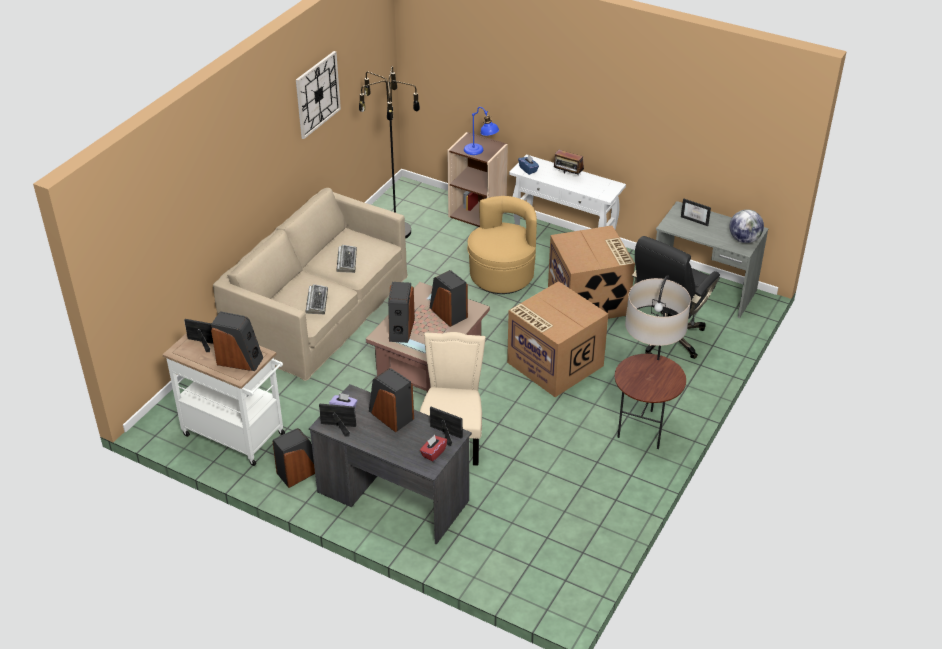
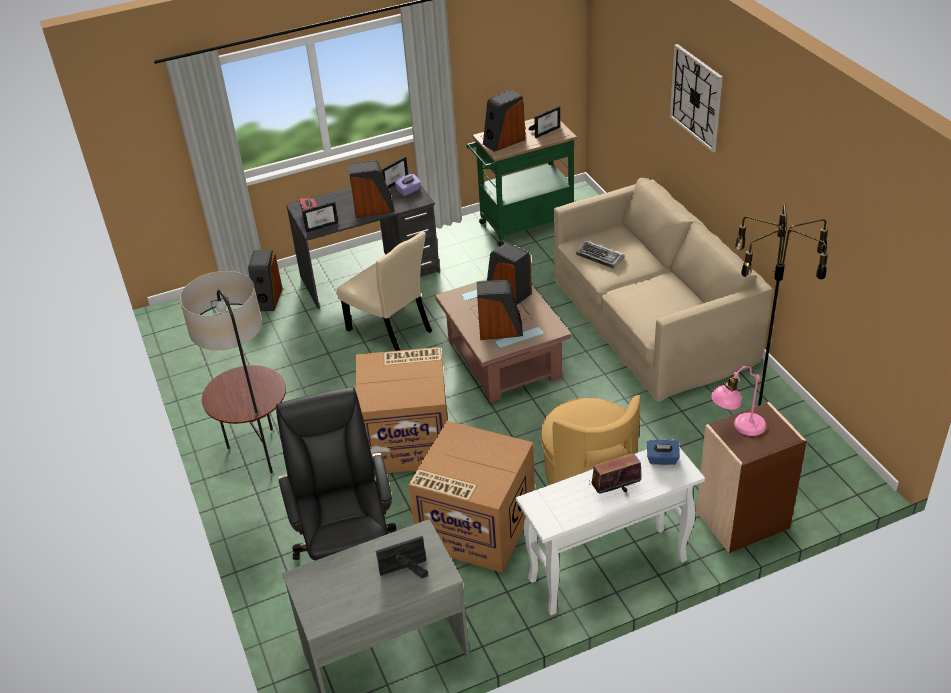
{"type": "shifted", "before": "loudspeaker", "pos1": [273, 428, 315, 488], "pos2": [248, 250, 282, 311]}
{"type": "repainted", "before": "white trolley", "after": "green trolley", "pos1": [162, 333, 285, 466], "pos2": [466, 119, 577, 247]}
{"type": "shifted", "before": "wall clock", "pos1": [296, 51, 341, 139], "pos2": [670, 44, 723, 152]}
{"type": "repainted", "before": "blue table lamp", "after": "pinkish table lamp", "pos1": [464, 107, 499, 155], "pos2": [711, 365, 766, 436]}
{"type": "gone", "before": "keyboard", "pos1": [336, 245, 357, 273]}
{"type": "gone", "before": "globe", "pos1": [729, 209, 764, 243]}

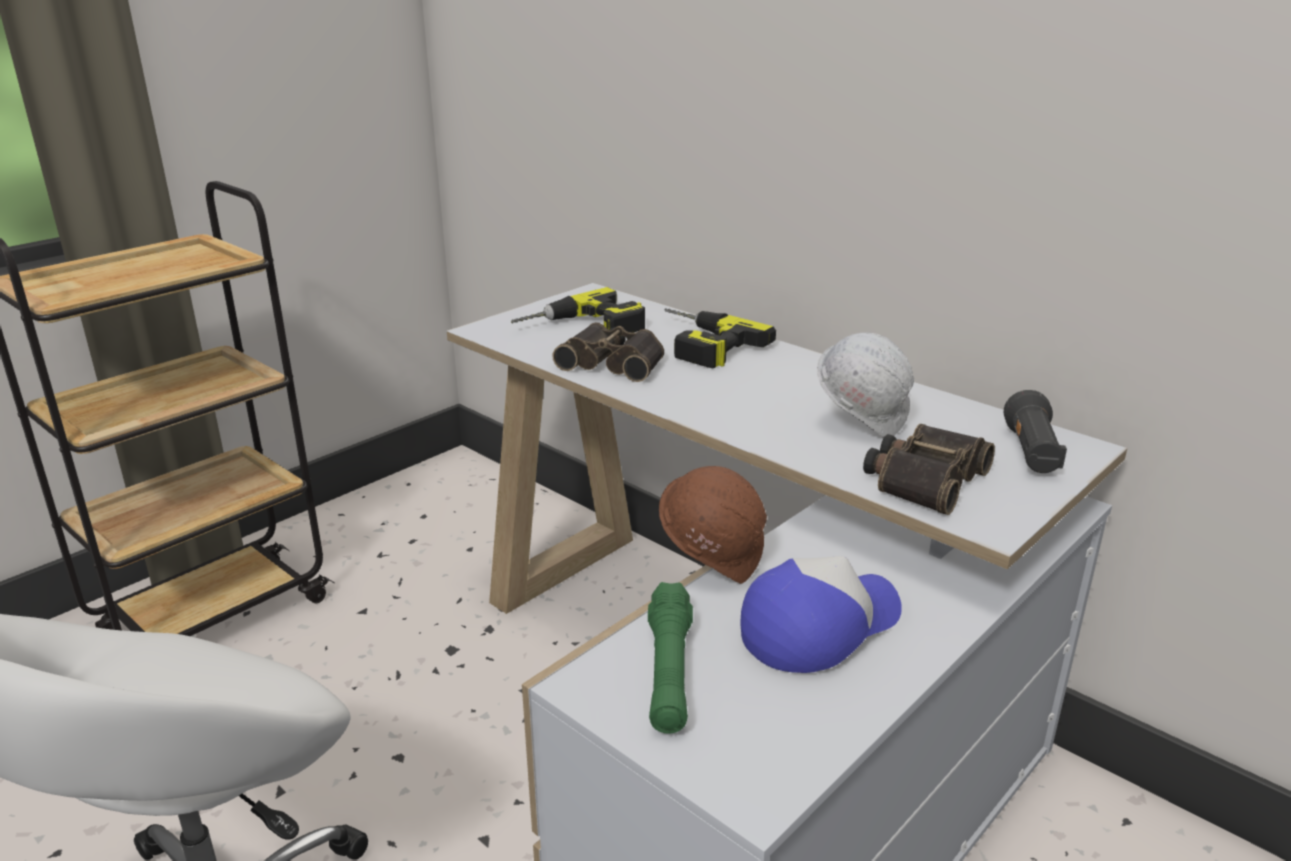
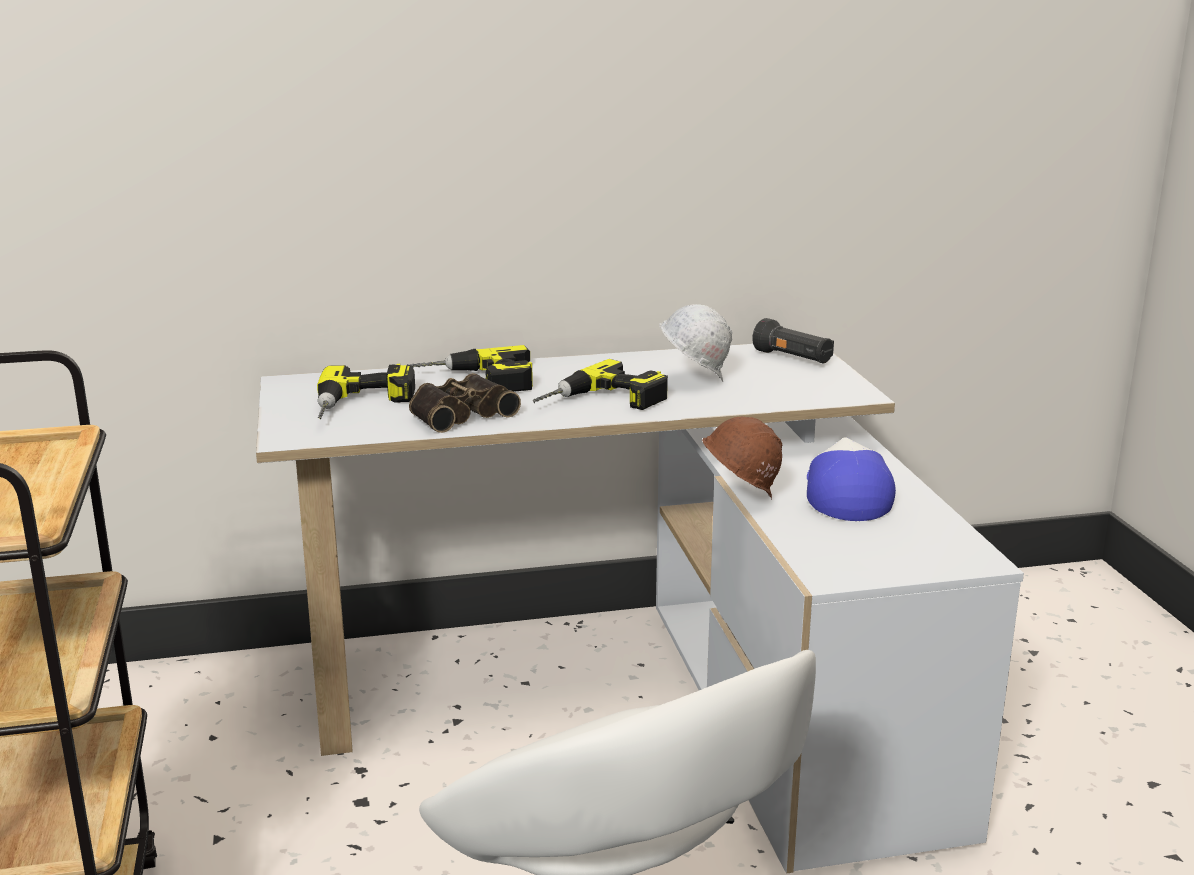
{"type": "new", "after": "drill", "pos2": [532, 359, 668, 410]}
{"type": "gone", "before": "green flashlight", "pos1": [648, 582, 693, 734]}
{"type": "gone", "before": "pair of binoculars", "pos1": [863, 424, 995, 515]}

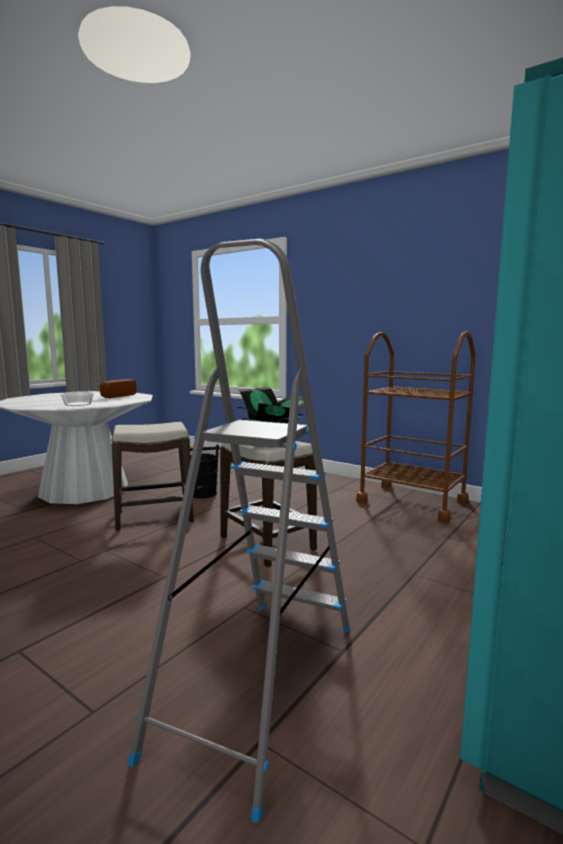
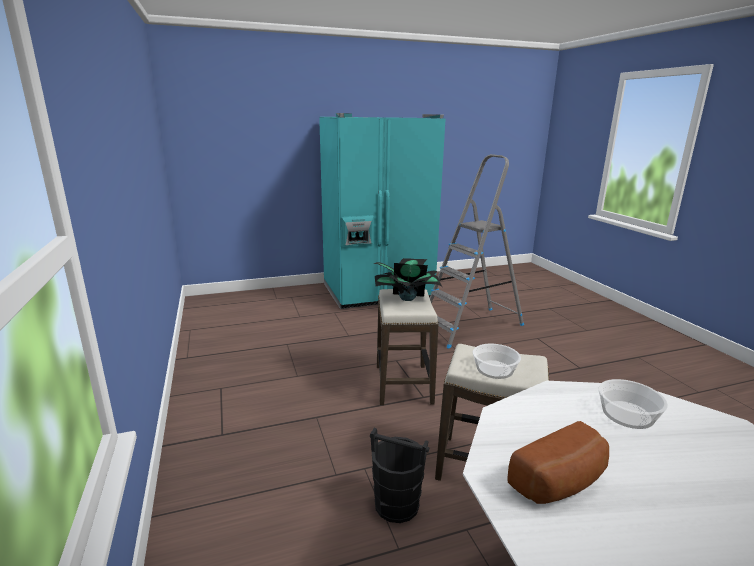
{"type": "new", "after": "bowl", "pos2": [473, 344, 521, 379]}
{"type": "gone", "before": "brown trolley", "pos1": [356, 331, 476, 523]}

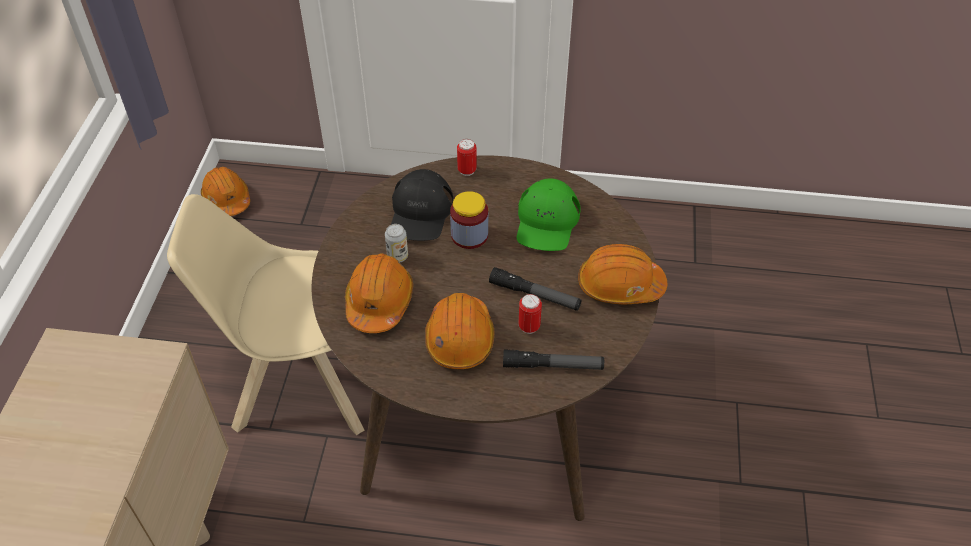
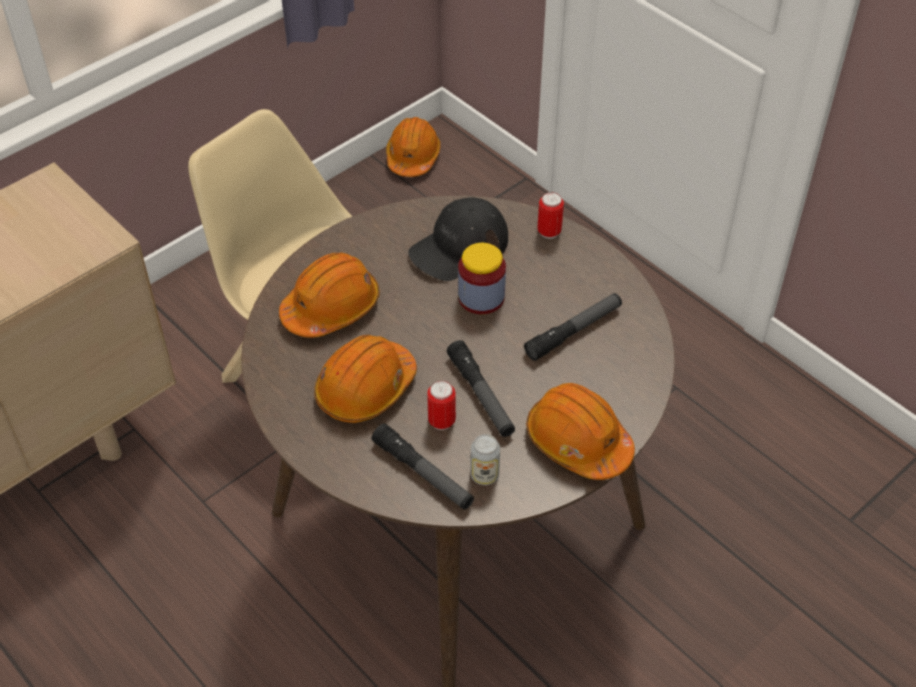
{"type": "shifted", "before": "metal can", "pos1": [385, 224, 408, 263], "pos2": [470, 434, 500, 485]}
{"type": "swapped", "before": "green cap", "after": "flashlight", "pos1": [517, 178, 581, 251], "pos2": [524, 293, 622, 361]}

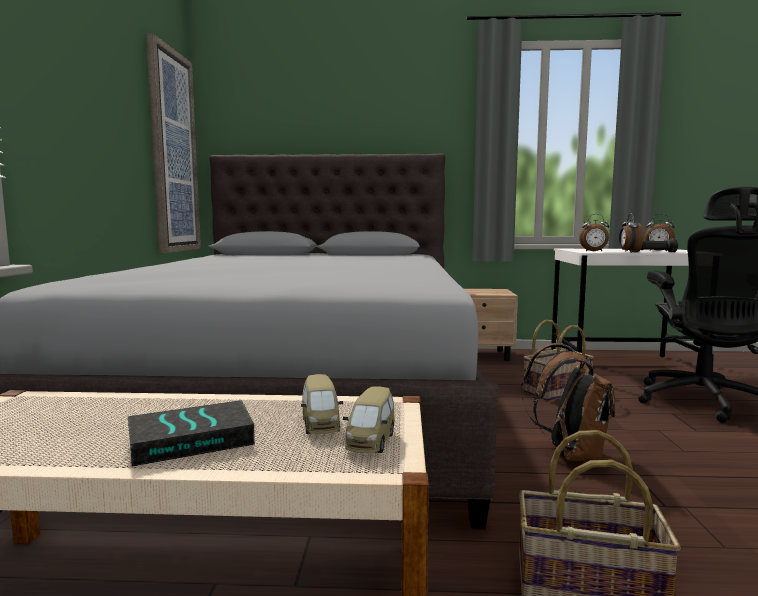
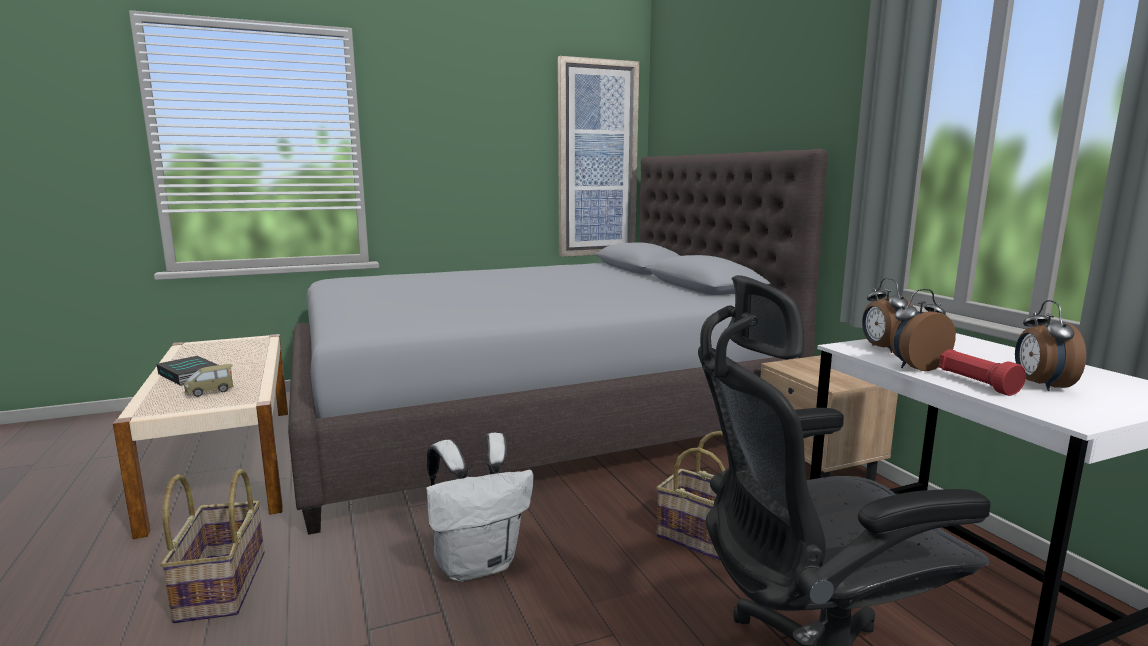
{"type": "repainted", "before": "brown knapsack", "after": "white knapsack", "pos1": [521, 343, 615, 462], "pos2": [426, 433, 533, 582]}
{"type": "repainted", "before": "black flashlight", "after": "red-coloured flashlight", "pos1": [641, 238, 678, 252], "pos2": [939, 349, 1026, 396]}
{"type": "gone", "before": "toy car", "pos1": [343, 386, 394, 453]}

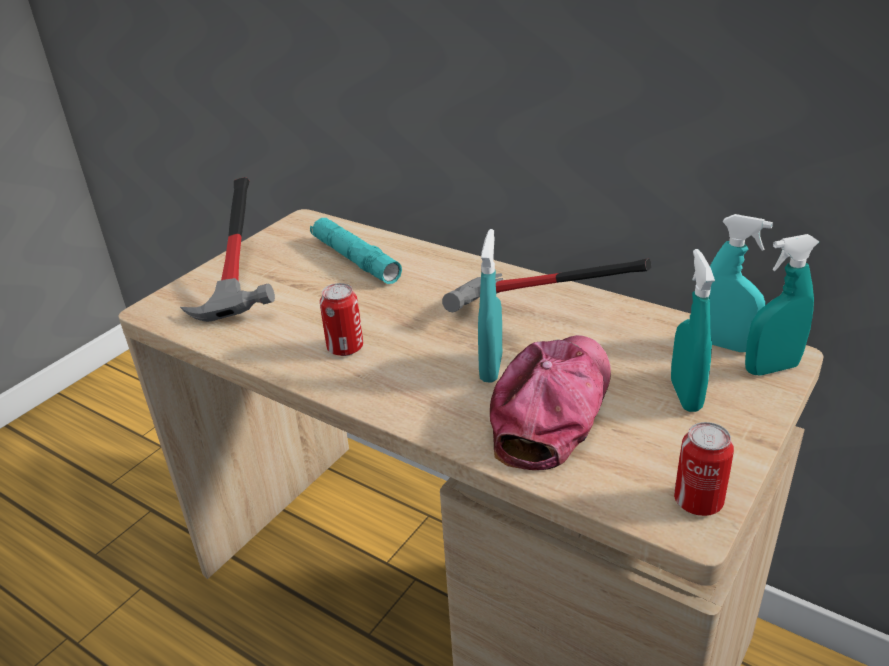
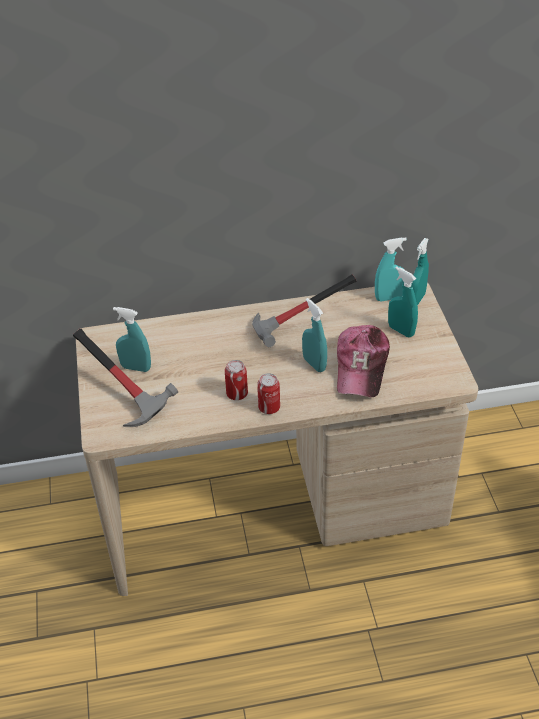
{"type": "new", "after": "turquoise-coloured spray bottle", "pos2": [113, 307, 151, 372]}
{"type": "shifted", "before": "metal can", "pos1": [674, 422, 734, 516], "pos2": [257, 373, 280, 414]}
{"type": "rotated", "before": "cap", "pos1": [490, 335, 611, 470], "pos2": [337, 325, 390, 397], "turn": -150}
{"type": "gone", "before": "turquoise-coloured flashlight", "pos1": [310, 218, 402, 284]}

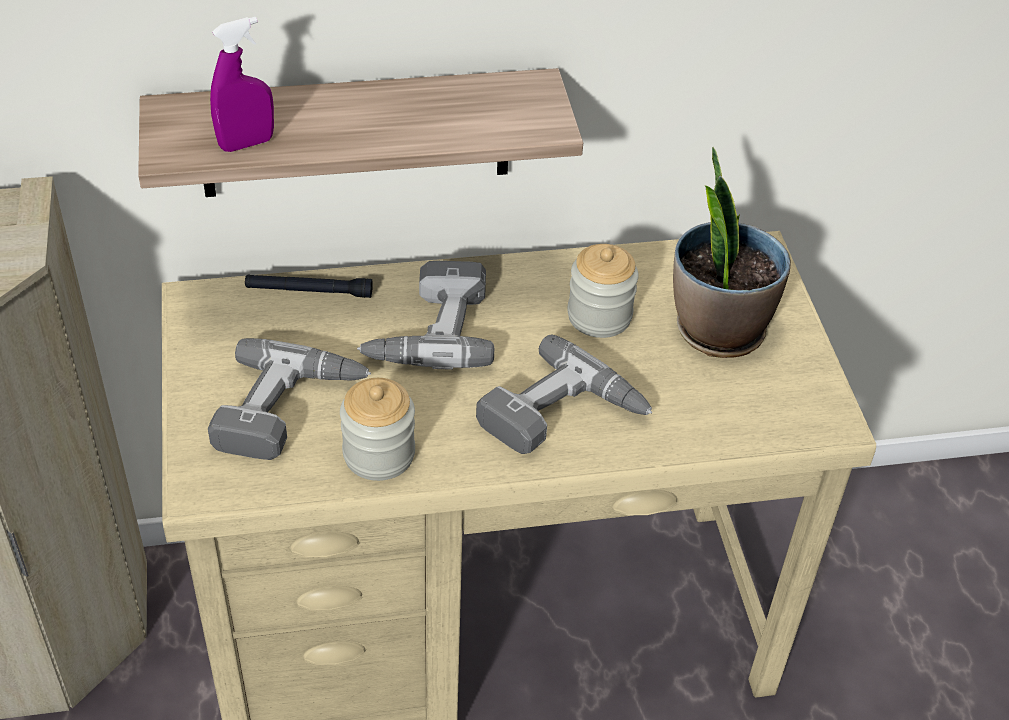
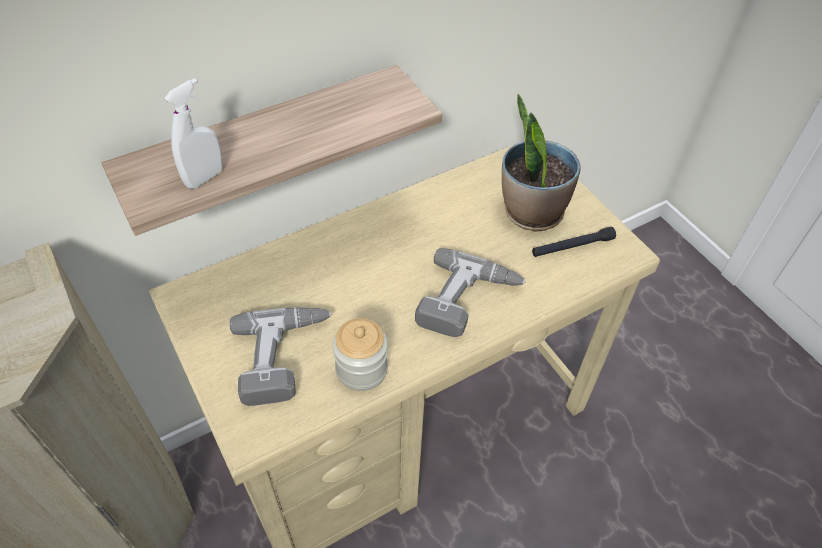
{"type": "repainted", "before": "purple-coloured spray bottle", "after": "white spray bottle", "pos1": [210, 17, 274, 152], "pos2": [164, 78, 222, 189]}
{"type": "shifted", "before": "black flashlight", "pos1": [245, 275, 373, 298], "pos2": [532, 227, 616, 257]}
{"type": "gone", "before": "drill", "pos1": [357, 261, 494, 370]}
{"type": "gone", "before": "jar", "pos1": [567, 244, 639, 338]}

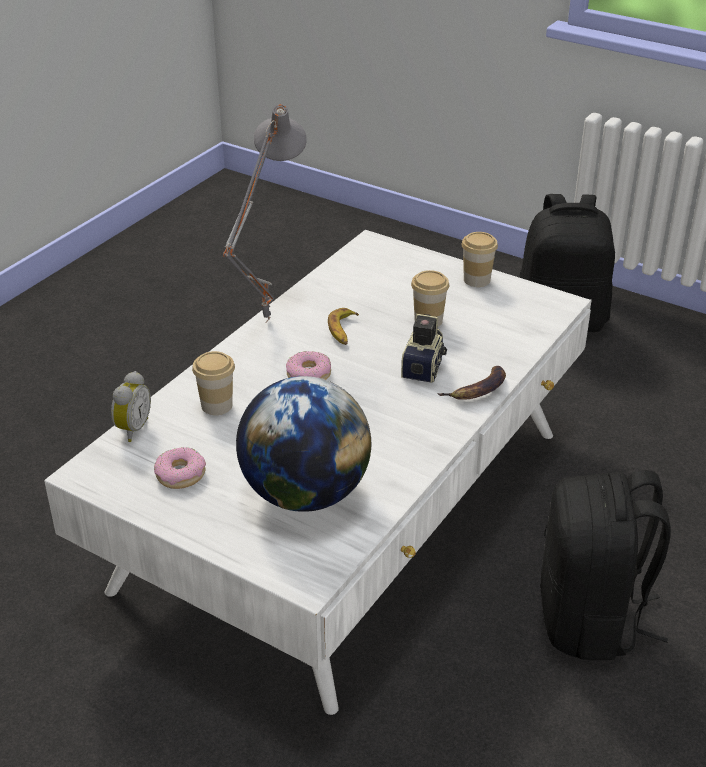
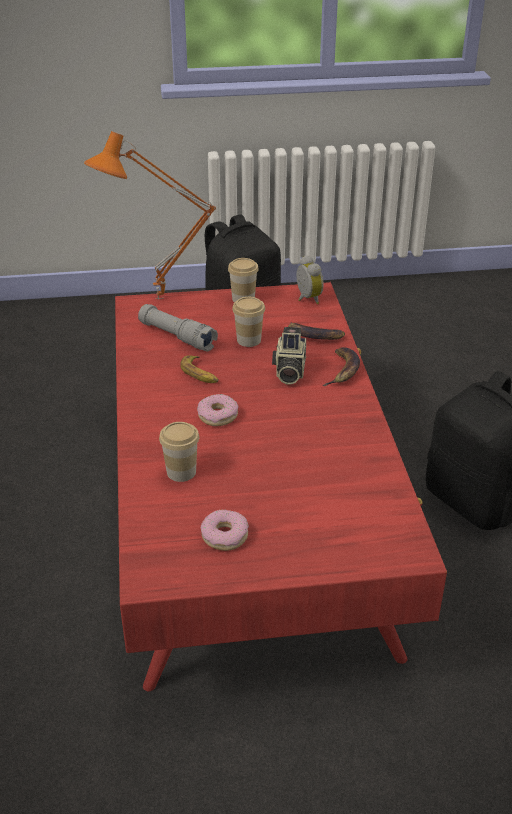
{"type": "new", "after": "orange-coloured table lamp", "pos2": [84, 131, 216, 299]}
{"type": "repainted", "before": "white coffee table", "after": "red-coloured coffee table", "pos1": [44, 230, 592, 715], "pos2": [115, 282, 447, 691]}
{"type": "new", "after": "grey flashlight", "pos2": [138, 304, 218, 351]}
{"type": "rotated", "before": "still camera", "pos1": [401, 314, 447, 383], "pos2": [272, 327, 306, 384], "turn": -150}
{"type": "new", "after": "banana fruit", "pos2": [288, 322, 345, 340]}
{"type": "shifted", "before": "table clock", "pos1": [111, 371, 151, 442], "pos2": [297, 255, 323, 304]}
{"type": "gone", "before": "grey table lamp", "pos1": [223, 104, 307, 323]}
{"type": "gone", "before": "globe", "pos1": [236, 376, 371, 512]}

